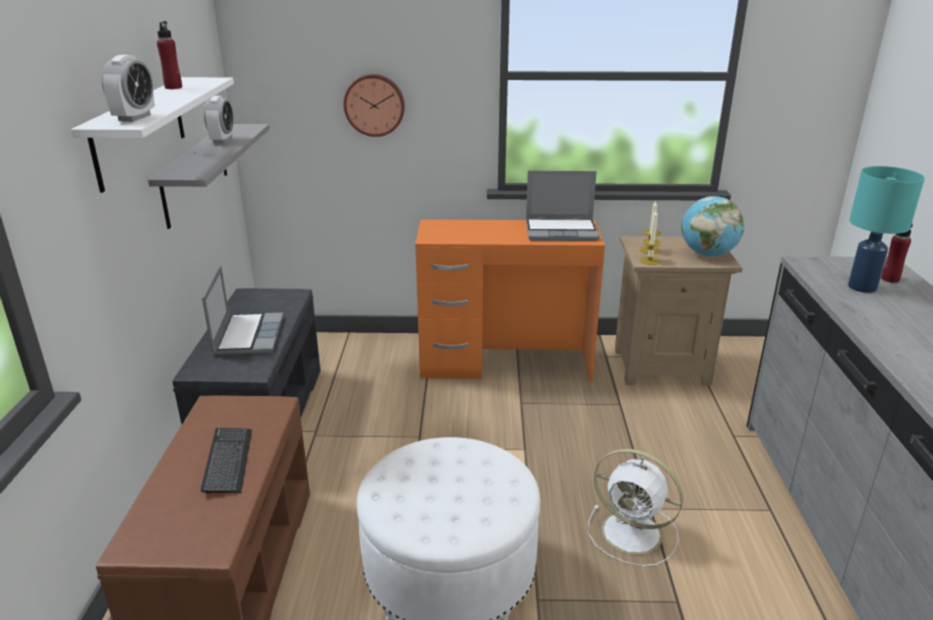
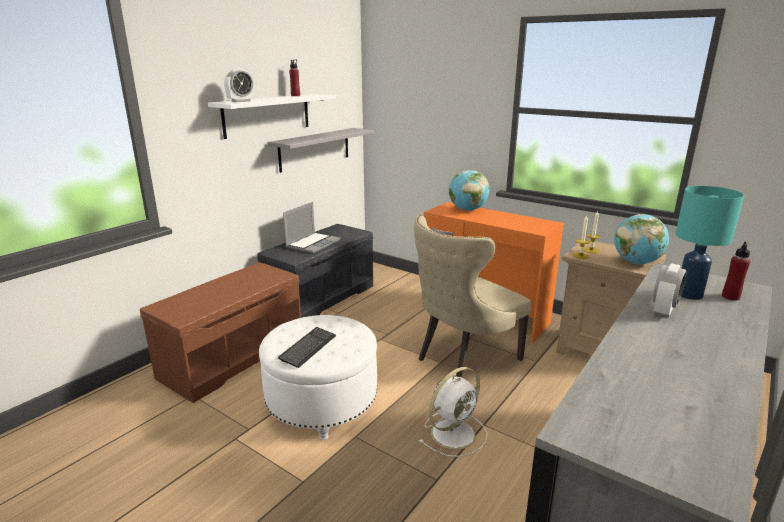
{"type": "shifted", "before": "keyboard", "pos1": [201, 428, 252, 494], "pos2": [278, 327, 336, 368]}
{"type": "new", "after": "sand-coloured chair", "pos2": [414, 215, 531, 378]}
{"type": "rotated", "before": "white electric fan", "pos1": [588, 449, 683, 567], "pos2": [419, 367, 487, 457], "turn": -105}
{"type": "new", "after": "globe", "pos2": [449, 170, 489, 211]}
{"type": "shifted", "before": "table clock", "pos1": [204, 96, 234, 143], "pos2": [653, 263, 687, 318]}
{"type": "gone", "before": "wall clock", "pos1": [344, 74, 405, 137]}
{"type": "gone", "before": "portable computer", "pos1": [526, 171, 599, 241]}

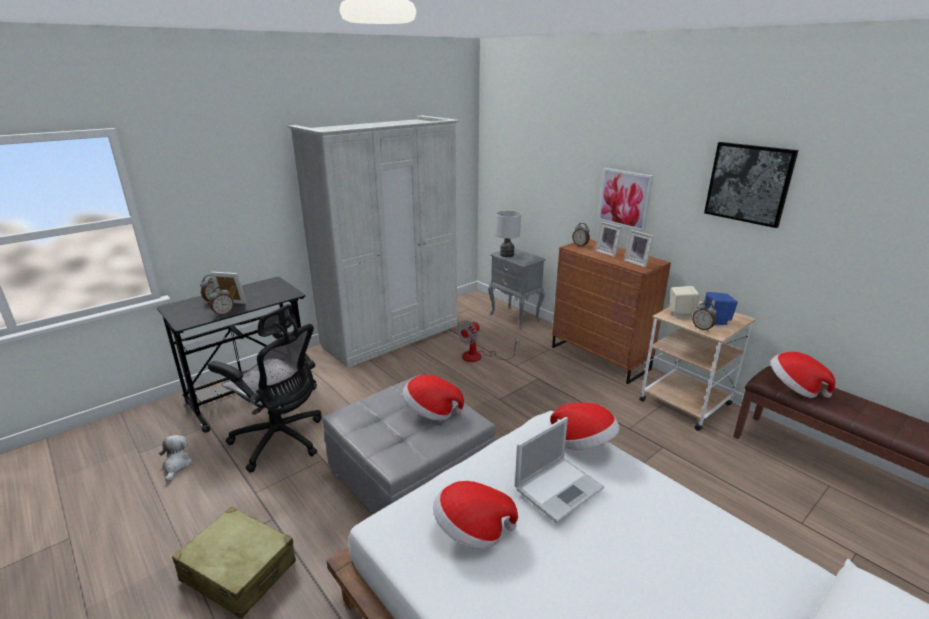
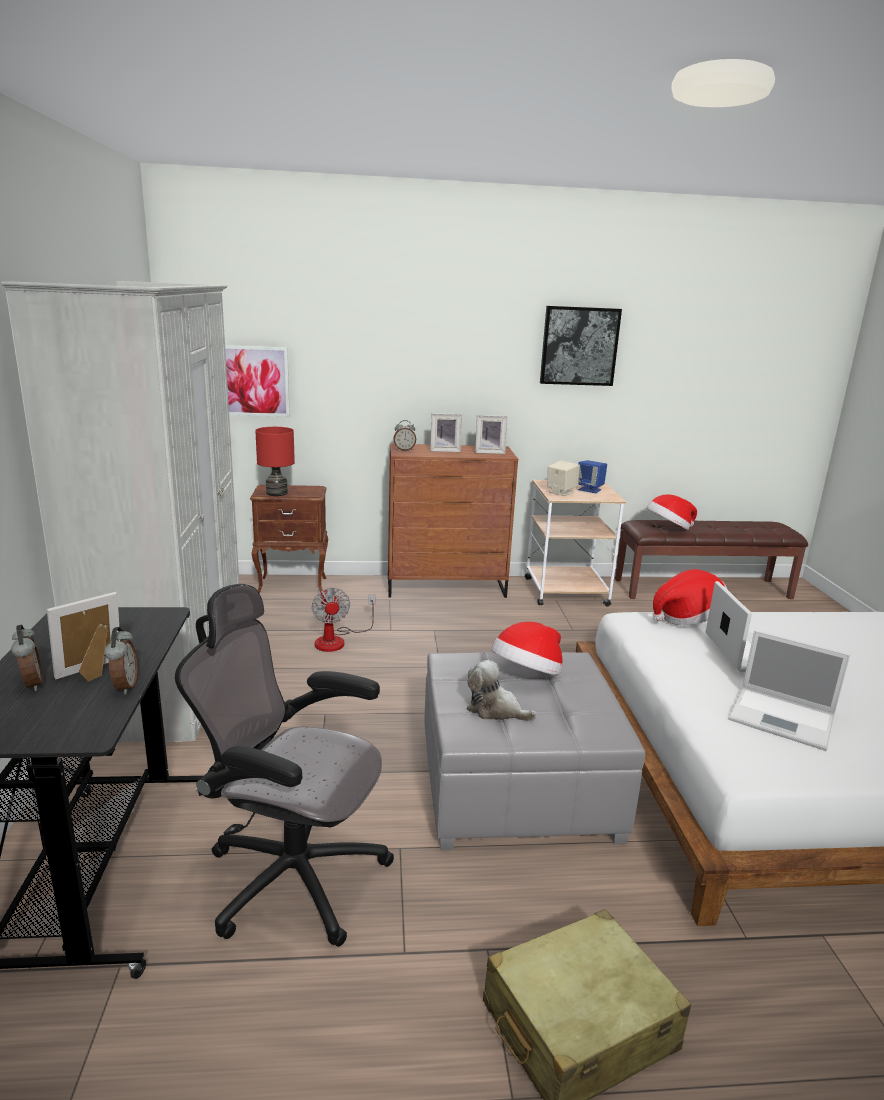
{"type": "rotated", "before": "desk chair", "pos1": [208, 304, 322, 473], "pos2": [175, 584, 394, 947], "turn": -135}
{"type": "shifted", "before": "picture", "pos1": [598, 168, 653, 232], "pos2": [225, 345, 290, 417]}
{"type": "repainted", "before": "grey night table", "after": "brown night table", "pos1": [488, 248, 546, 330], "pos2": [250, 485, 328, 594]}
{"type": "repainted", "before": "grey table lamp", "after": "red-coloured table lamp", "pos1": [496, 210, 521, 257], "pos2": [255, 427, 295, 496]}
{"type": "shifted", "before": "cuddly toy", "pos1": [159, 435, 193, 482], "pos2": [467, 660, 537, 721]}
{"type": "swapped", "before": "wearable hat", "after": "portable computer", "pos1": [433, 481, 518, 549], "pos2": [728, 630, 850, 751]}
{"type": "gone", "before": "table clock", "pos1": [692, 302, 717, 331]}

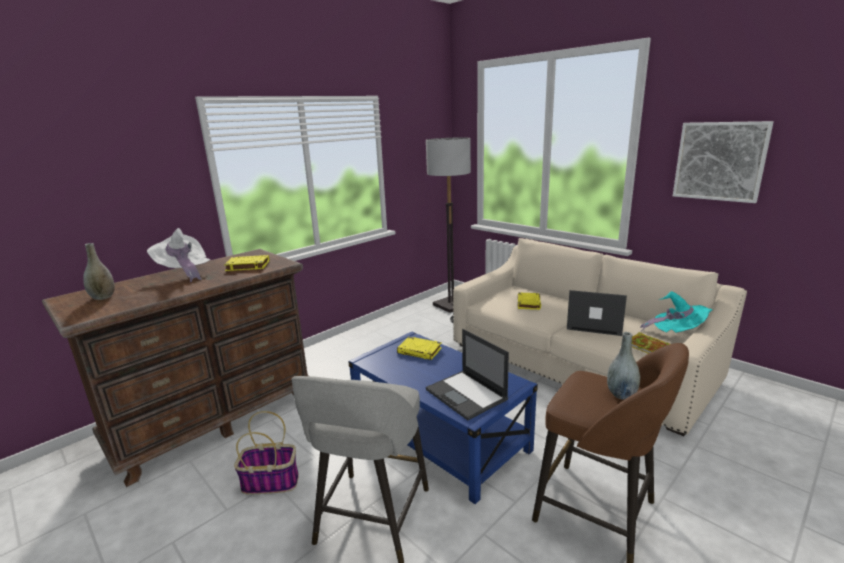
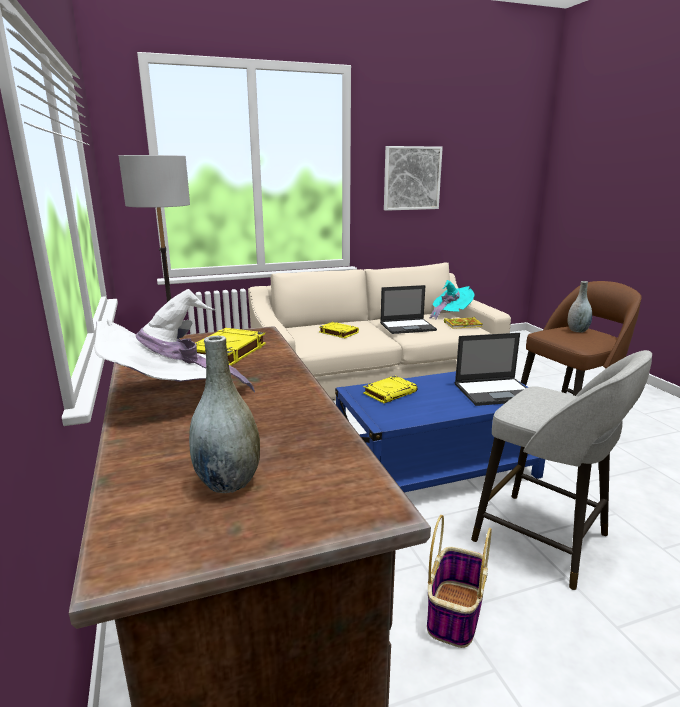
{"type": "rotated", "before": "portable computer", "pos1": [567, 290, 627, 336], "pos2": [380, 285, 437, 334], "turn": -150}

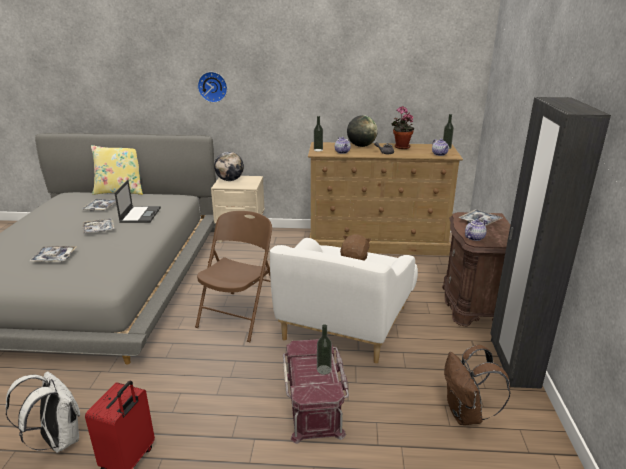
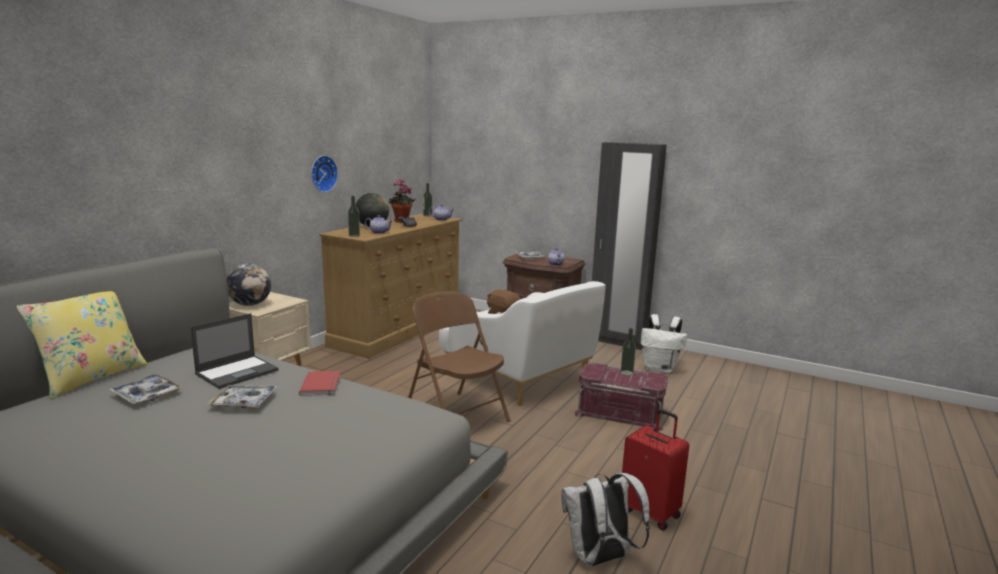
{"type": "rotated", "before": "portable computer", "pos1": [114, 180, 161, 223], "pos2": [190, 313, 279, 389], "turn": 105}
{"type": "new", "after": "red-coloured book", "pos2": [299, 371, 341, 396]}
{"type": "shifted", "before": "wall clock", "pos1": [197, 72, 227, 103], "pos2": [311, 155, 338, 192]}
{"type": "repainted", "before": "brown knapsack", "after": "white knapsack", "pos1": [444, 345, 511, 425], "pos2": [641, 314, 687, 373]}
{"type": "gone", "before": "carrying tray", "pos1": [30, 246, 77, 262]}

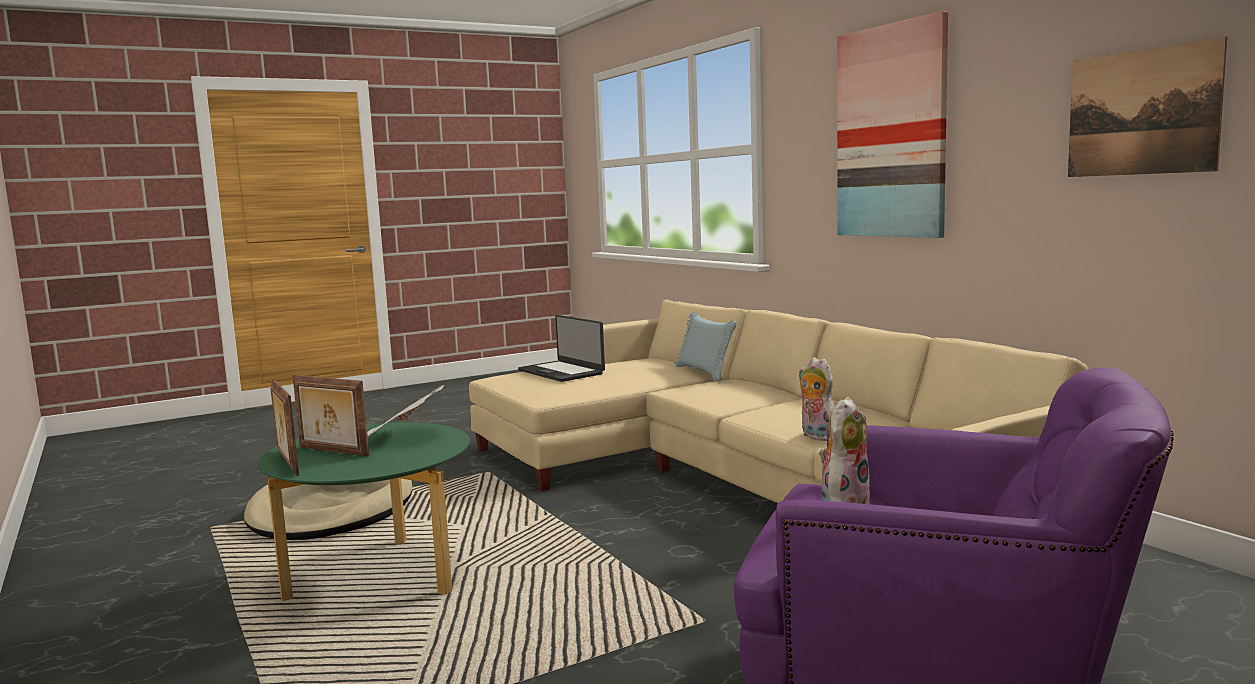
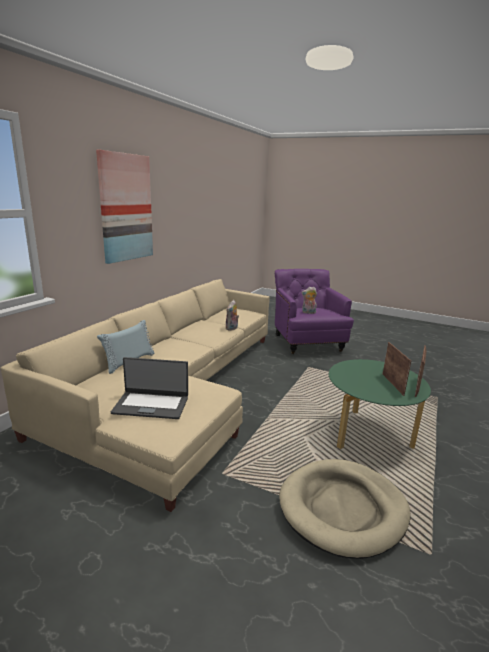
{"type": "rotated", "before": "portable computer", "pos1": [518, 315, 605, 382], "pos2": [111, 357, 188, 419], "turn": 75}
{"type": "gone", "before": "daily paper", "pos1": [367, 385, 444, 436]}
{"type": "gone", "before": "picture", "pos1": [1068, 36, 1227, 177]}

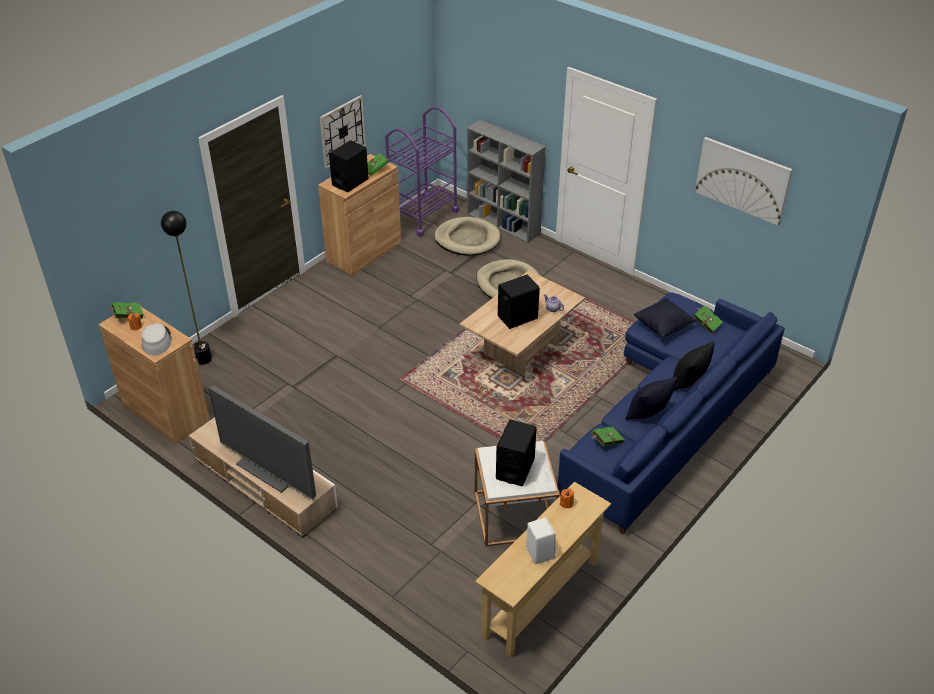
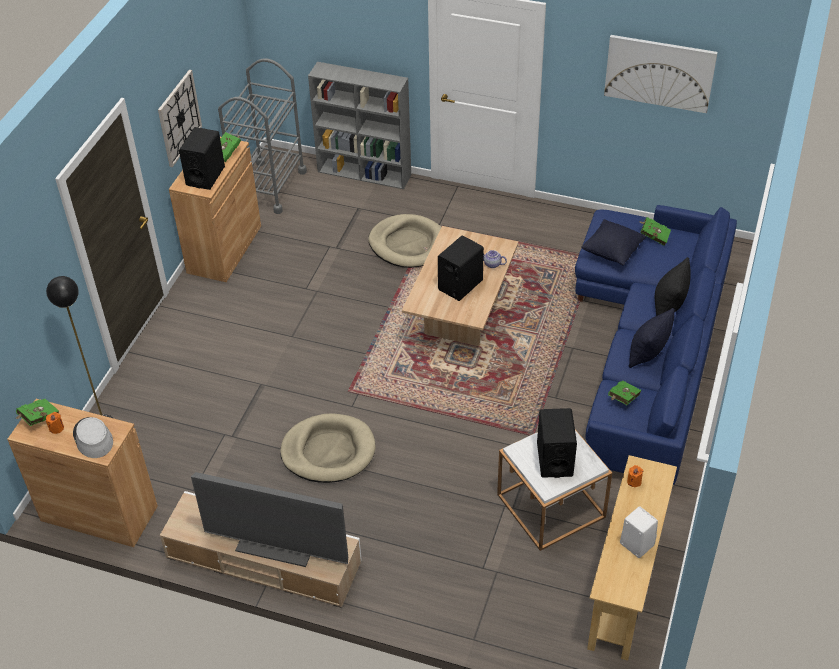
{"type": "repainted", "before": "purple-coloured trolley", "after": "grey trolley", "pos1": [385, 107, 459, 237], "pos2": [218, 58, 307, 214]}
{"type": "shifted", "before": "sand-coloured pet bed", "pos1": [434, 217, 500, 256], "pos2": [280, 413, 376, 483]}

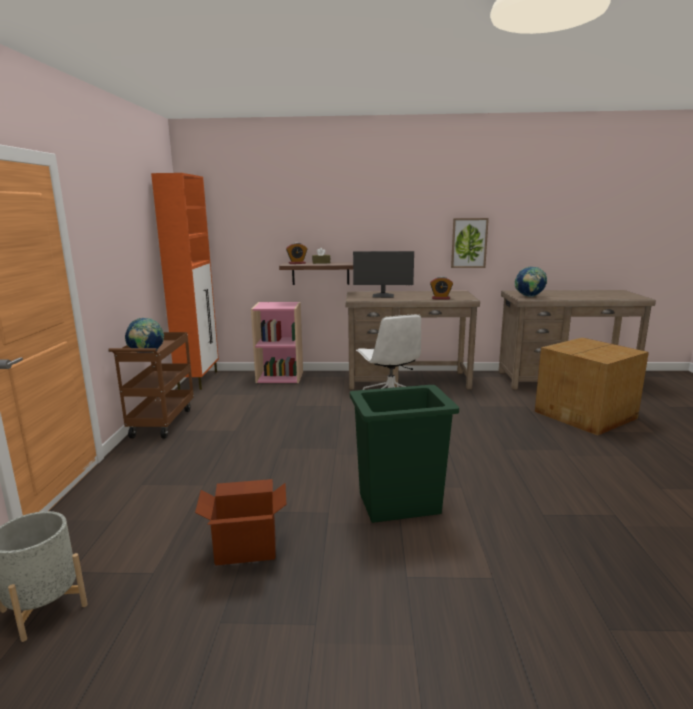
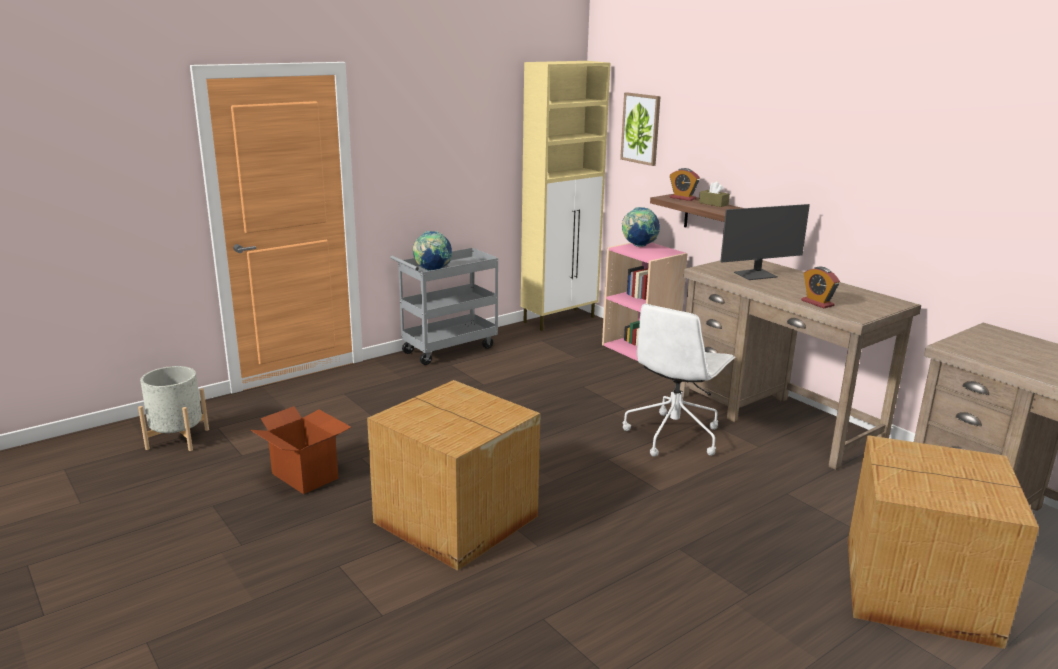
{"type": "swapped", "before": "green trash can", "after": "carton", "pos1": [350, 385, 459, 523], "pos2": [367, 380, 541, 571]}
{"type": "repainted", "before": "brown trolley", "after": "grey trolley", "pos1": [108, 332, 194, 439], "pos2": [390, 248, 498, 365]}
{"type": "repainted", "before": "orange-coloured storage cabinet", "after": "sand-coloured storage cabinet", "pos1": [151, 173, 219, 390], "pos2": [521, 61, 610, 331]}
{"type": "shifted", "before": "picture", "pos1": [451, 218, 489, 268], "pos2": [620, 92, 661, 166]}
{"type": "shifted", "before": "globe", "pos1": [515, 266, 547, 297], "pos2": [622, 207, 660, 247]}
{"type": "rotated", "before": "computer display", "pos1": [353, 251, 414, 298], "pos2": [720, 204, 810, 280], "turn": -75}

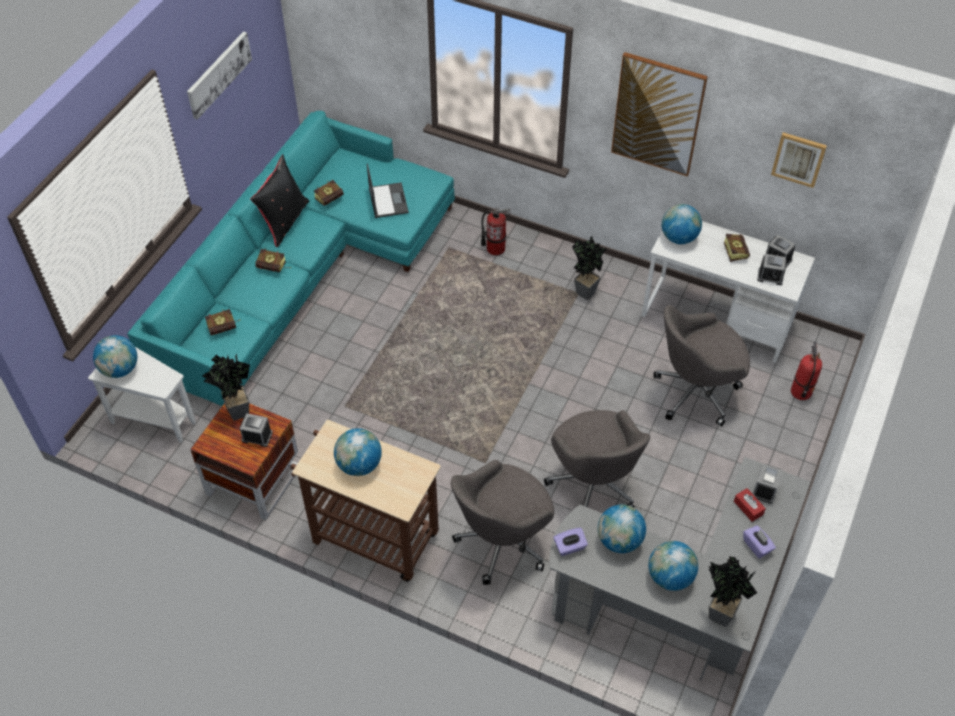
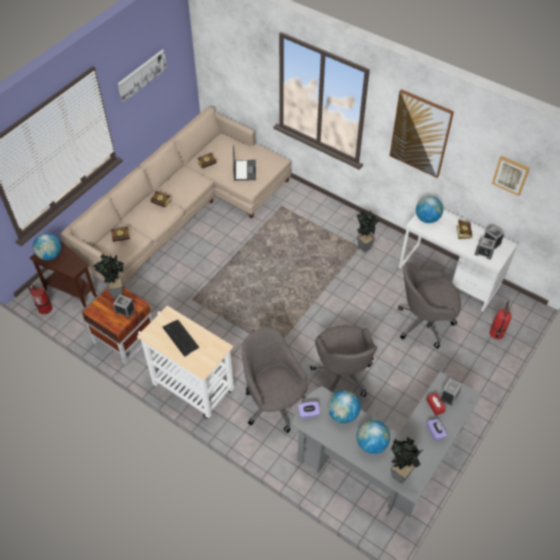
{"type": "shifted", "before": "extinguisher", "pos1": [481, 207, 511, 256], "pos2": [28, 282, 52, 314]}
{"type": "repainted", "before": "white end table", "after": "brown end table", "pos1": [88, 347, 196, 442], "pos2": [30, 239, 97, 307]}
{"type": "repainted", "before": "turquoise-coloured couch", "after": "sand-coloured couch", "pos1": [127, 111, 455, 406], "pos2": [60, 107, 291, 285]}
{"type": "repainted", "before": "brown trolley", "after": "white trolley", "pos1": [291, 420, 441, 582], "pos2": [137, 306, 234, 419]}
{"type": "swapped", "before": "globe", "after": "keyboard", "pos1": [334, 428, 382, 476], "pos2": [163, 320, 199, 357]}
{"type": "rotated", "before": "grey desk chair", "pos1": [451, 460, 554, 585], "pos2": [242, 327, 308, 433], "turn": 90}
{"type": "gone", "before": "black throw pillow", "pos1": [250, 154, 309, 247]}

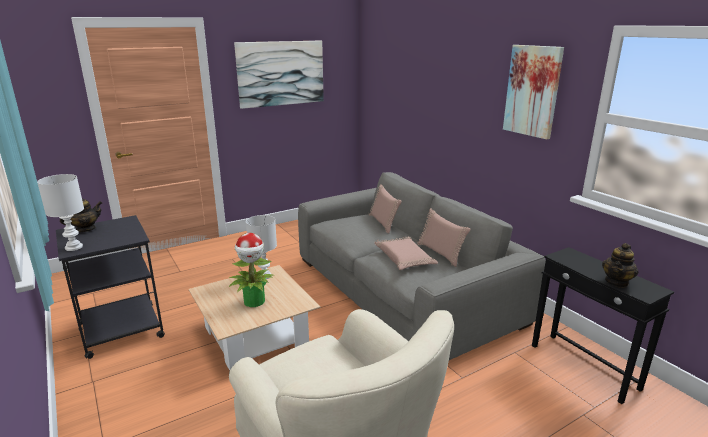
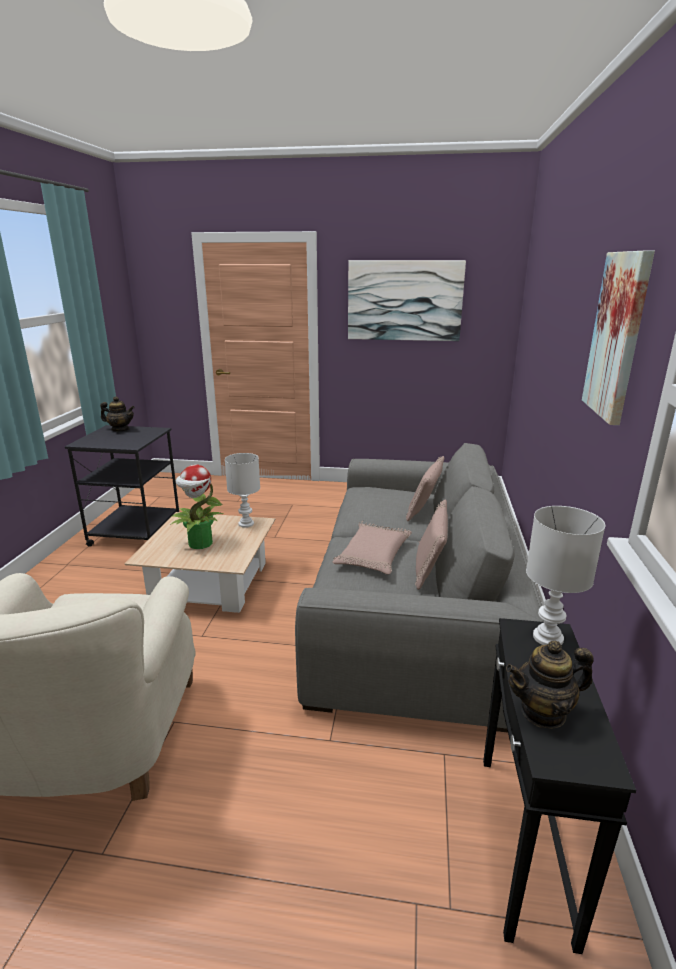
{"type": "shifted", "before": "white table lamp", "pos1": [37, 174, 84, 251], "pos2": [526, 506, 605, 645]}

